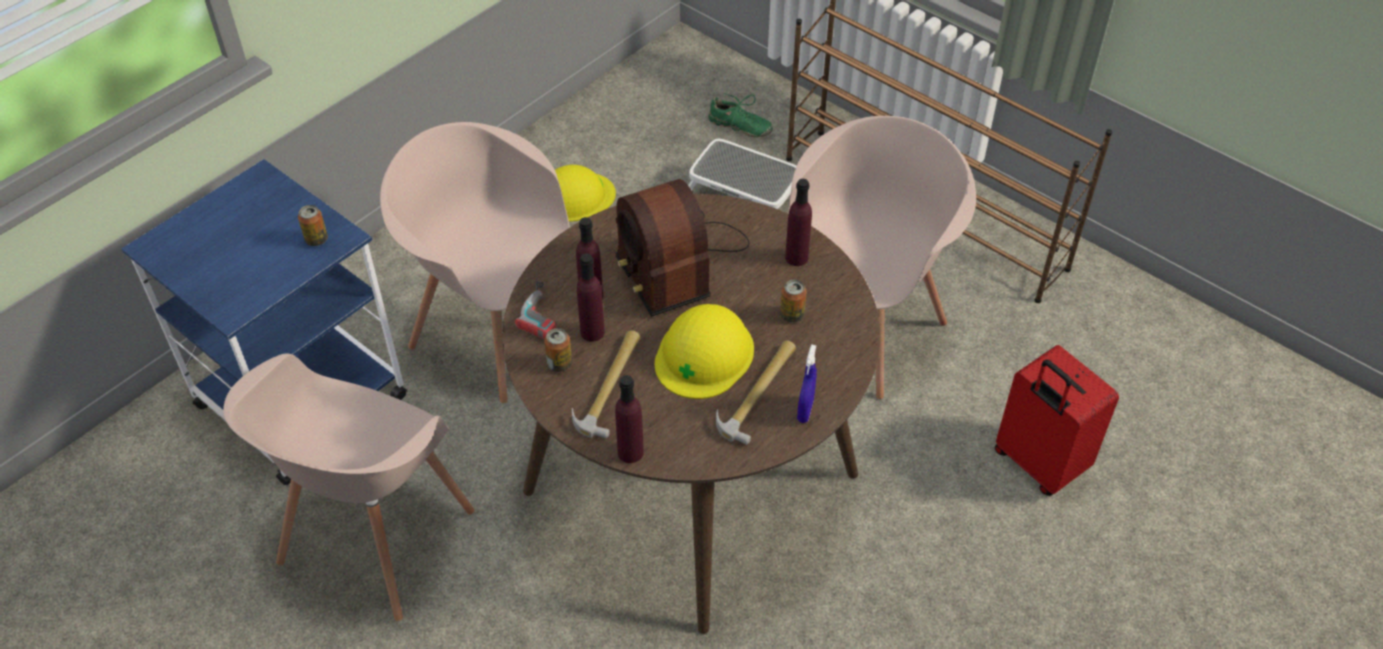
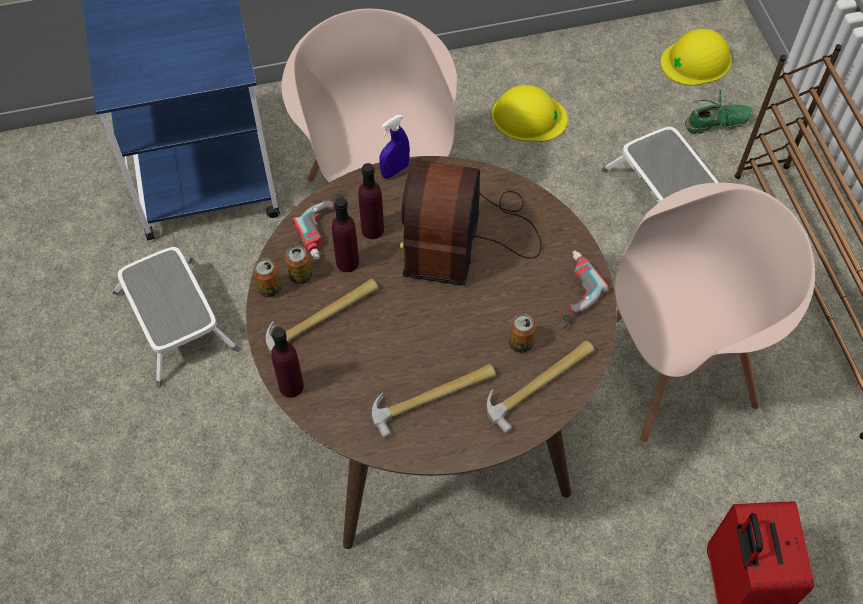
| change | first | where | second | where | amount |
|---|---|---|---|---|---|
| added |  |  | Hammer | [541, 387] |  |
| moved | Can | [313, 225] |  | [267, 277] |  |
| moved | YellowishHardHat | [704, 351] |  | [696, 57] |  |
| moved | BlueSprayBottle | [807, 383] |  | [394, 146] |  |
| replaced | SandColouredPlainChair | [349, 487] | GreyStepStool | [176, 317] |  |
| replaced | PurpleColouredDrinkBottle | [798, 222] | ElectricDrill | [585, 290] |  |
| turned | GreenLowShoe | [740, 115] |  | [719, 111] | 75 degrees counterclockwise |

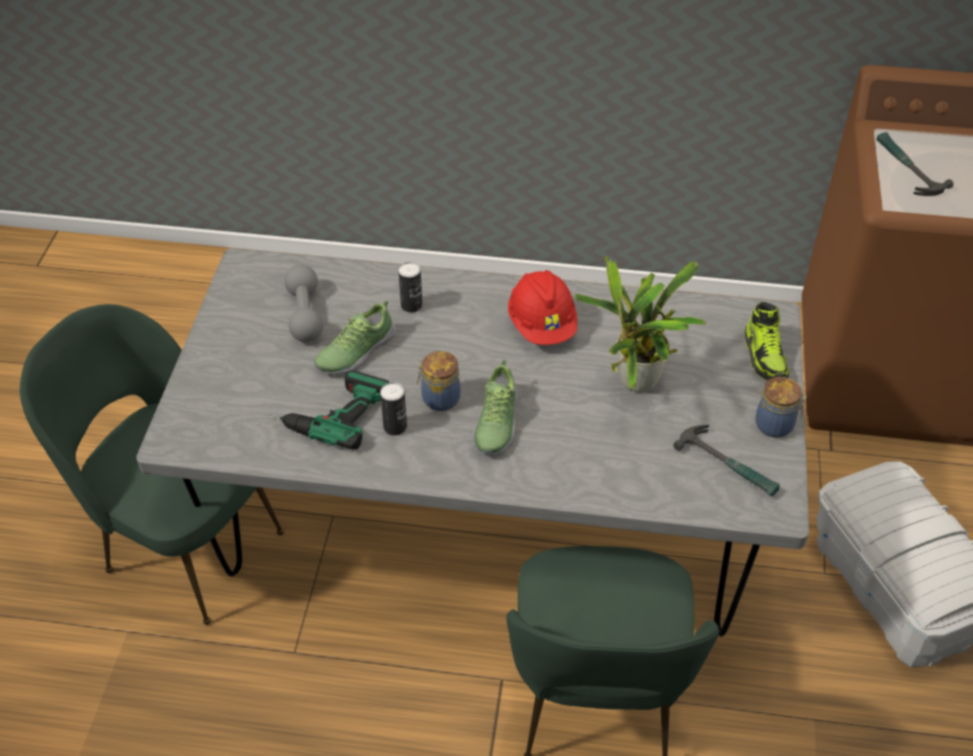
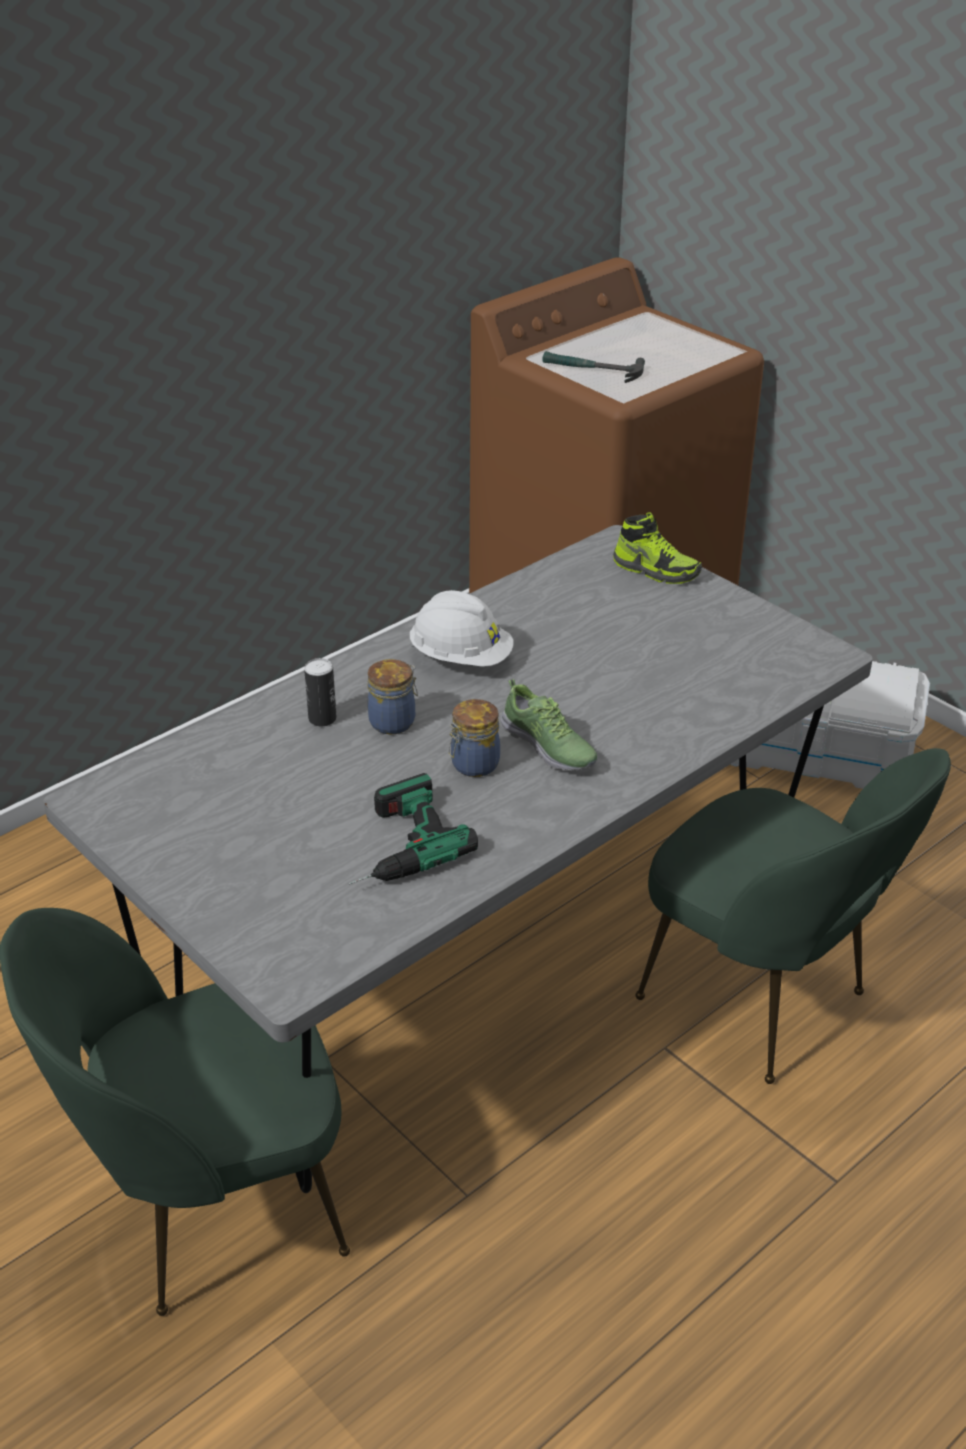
| change | first | where | second | where | amount |
|---|---|---|---|---|---|
| removed | GreyHandWeight | [303, 303] |  |  |  |
| removed | LowShoe | [355, 337] |  |  |  |
| removed | Can | [393, 409] |  |  |  |
| removed | Houseplant | [640, 324] |  |  |  |
| removed | Hammer | [726, 460] |  |  |  |
| moved | Jar | [781, 407] |  | [393, 696] |  |
| recoloured | ReddishHardHat | [542, 307] | WhiteColouredHardHat | [461, 628] |  |

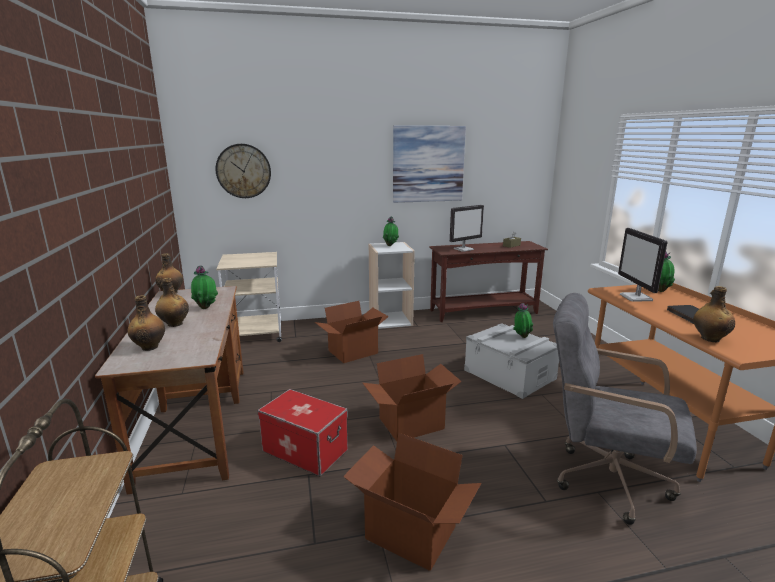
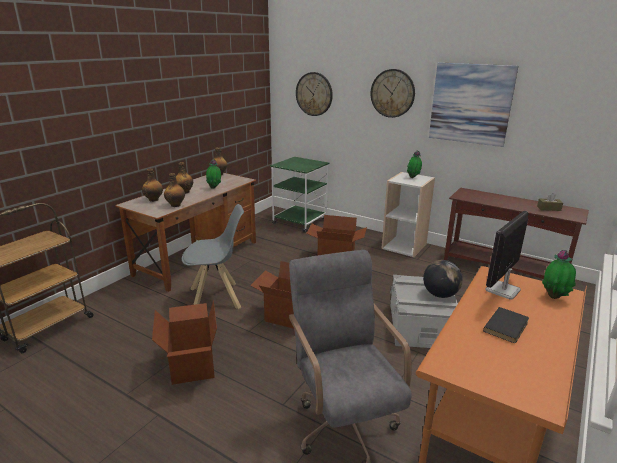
| change | first | where | second | where | amount |
|---|---|---|---|---|---|
| removed | Monitor | [467, 228] |  |  |  |
| added |  |  | WallClock | [392, 93] |  |
| moved | DrinkBottle | [714, 314] |  | [174, 190] |  |
| replaced | StorageContainer | [302, 432] | GreyPlainChair | [213, 256] |  |
| replaced | Houseplant | [523, 320] | Globe | [443, 279] |  |
| recoloured | SandColouredCart | [249, 297] | GreenCart | [299, 195] |  |

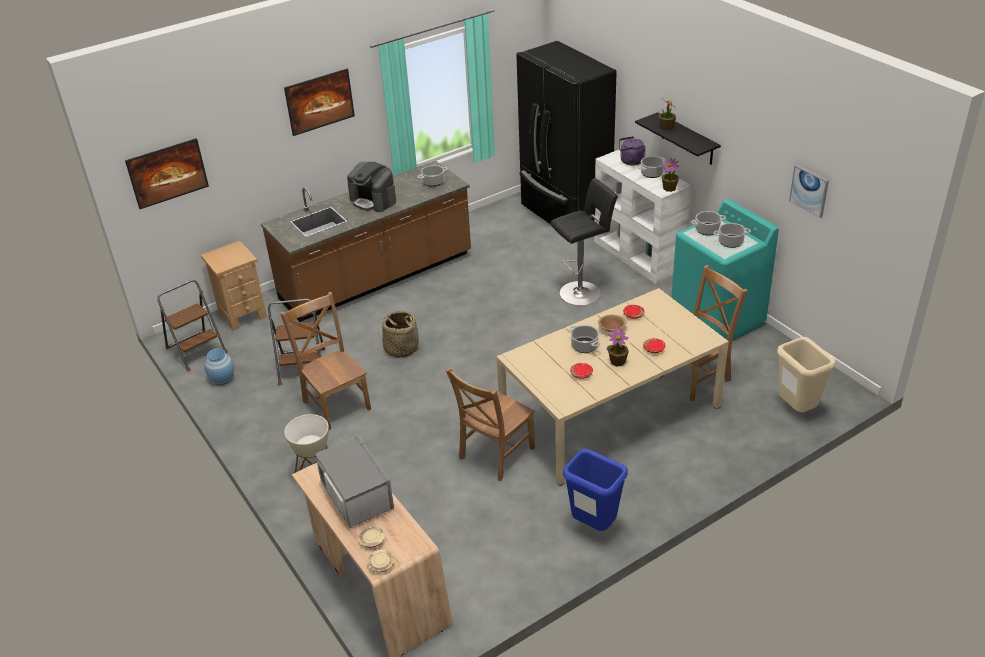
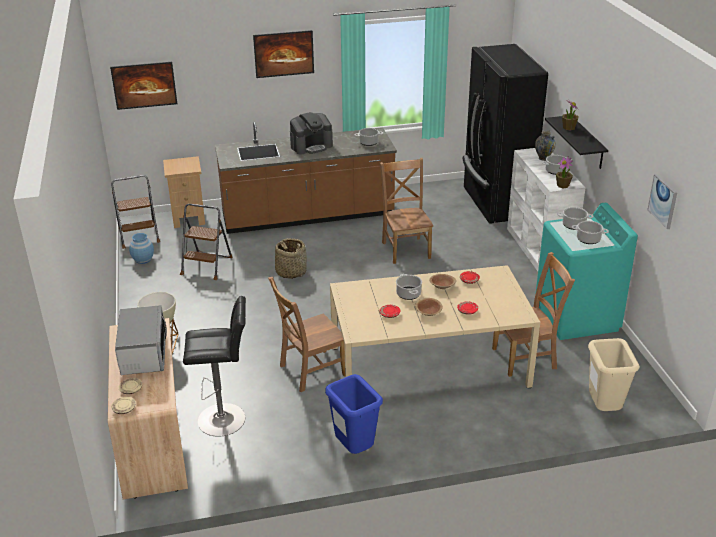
| change | first | where | second | where | amount |
|---|---|---|---|---|---|
| moved | BrownPlainChair | [325, 361] |  | [406, 211] |  |
| moved | BlackishStoolSeat | [584, 242] |  | [214, 366] |  |
| replaced | Houseplant | [618, 347] | BrownDeepDish | [429, 307] |  |
| replaced | PurpleColouredKettle | [632, 151] | FlowerVase | [545, 145] |  |
| turned | CoffeeMachine | [371, 187] |  | [311, 133] | 90 degrees counterclockwise |

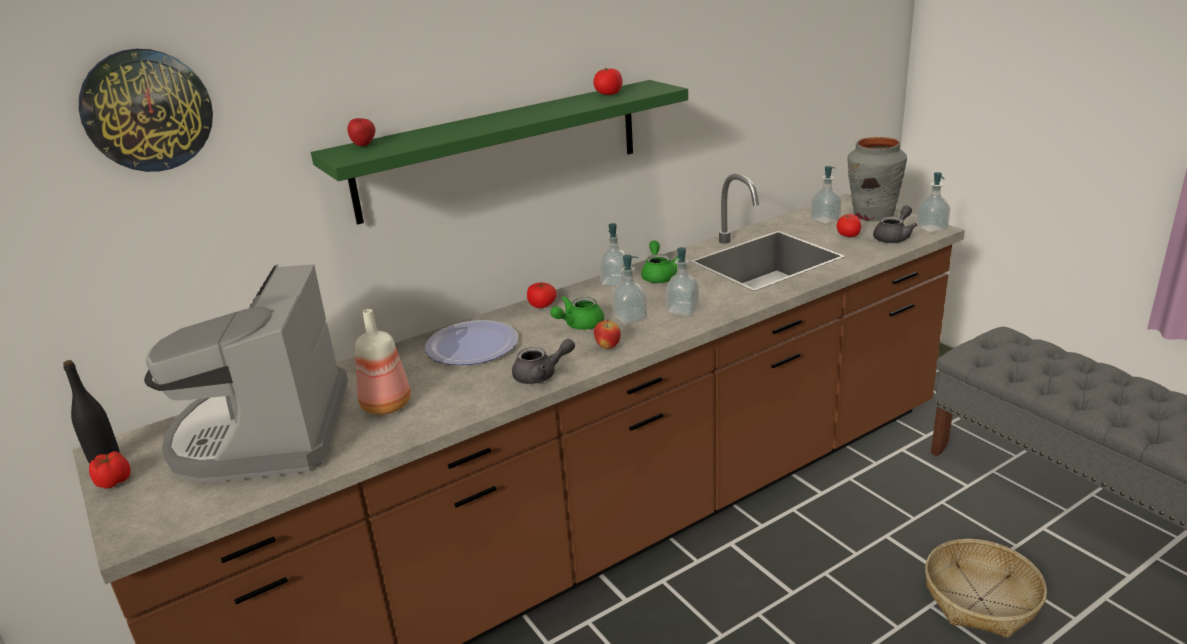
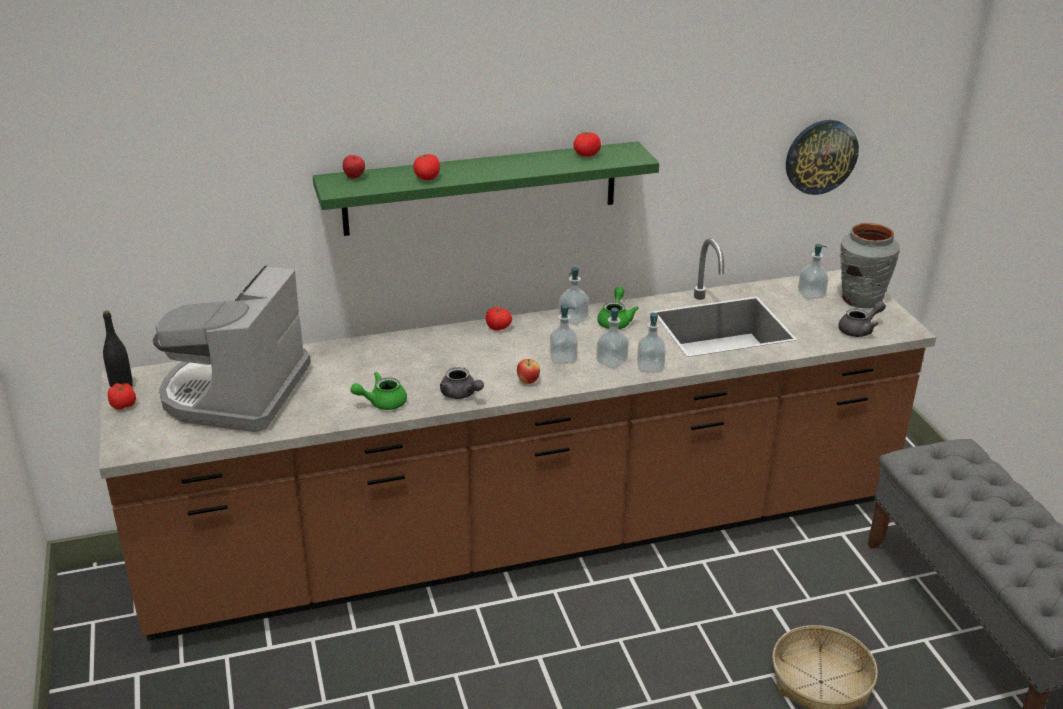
| change | first | where | second | where | amount |
|---|---|---|---|---|---|
| removed | DrinkBottle | [383, 362] |  |  |  |
| removed | Plate | [471, 342] |  |  |  |
| moved | WallClock | [146, 110] |  | [822, 157] |  |
| moved | GreenTeaPot | [577, 313] |  | [378, 391] |  |
| moved | Tomato | [849, 225] |  | [426, 167] |  |
| moved | LiquidSoapBottle | [933, 202] |  | [651, 342] |  |
| turned | GreyTeaPot | [543, 361] |  | [462, 383] | 45 degrees clockwise |

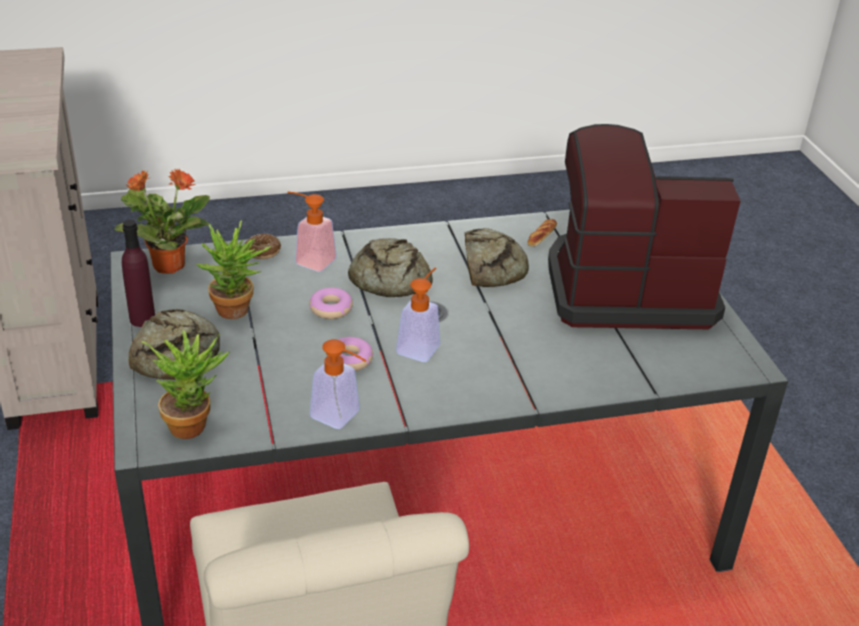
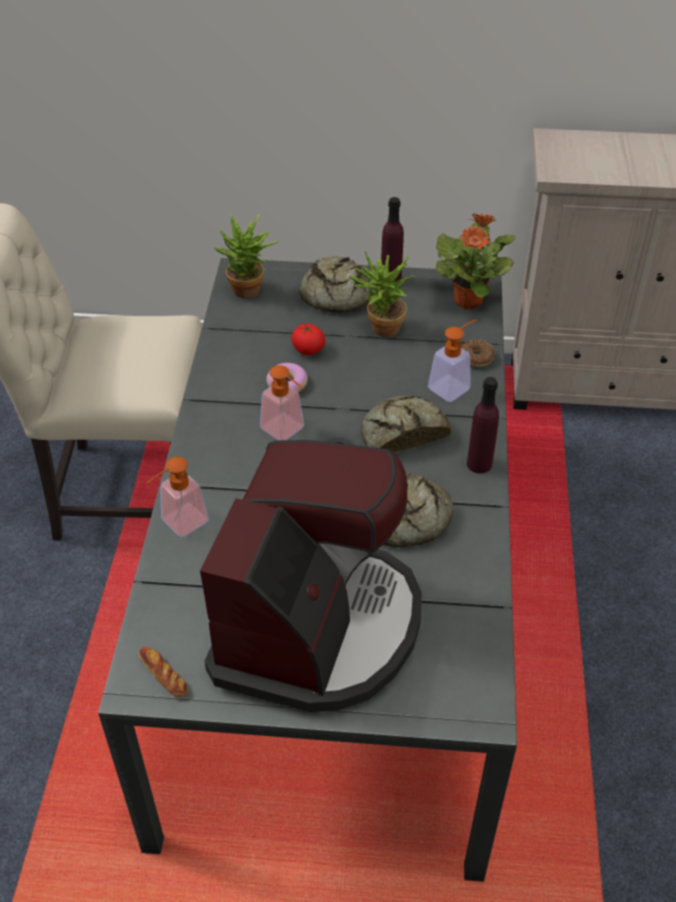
| change | first | where | second | where | amount |
|---|---|---|---|---|---|
| removed | RingDoughnut | [331, 303] |  |  |  |
| added |  |  | Tomato | [308, 339] |  |
| added |  |  | PurpleColouredDrinkBottle | [483, 425] |  |
| moved | LiquidSoapBottle | [338, 384] |  | [177, 497] |  |
| moved | BakedBread | [542, 233] |  | [163, 672] |  |

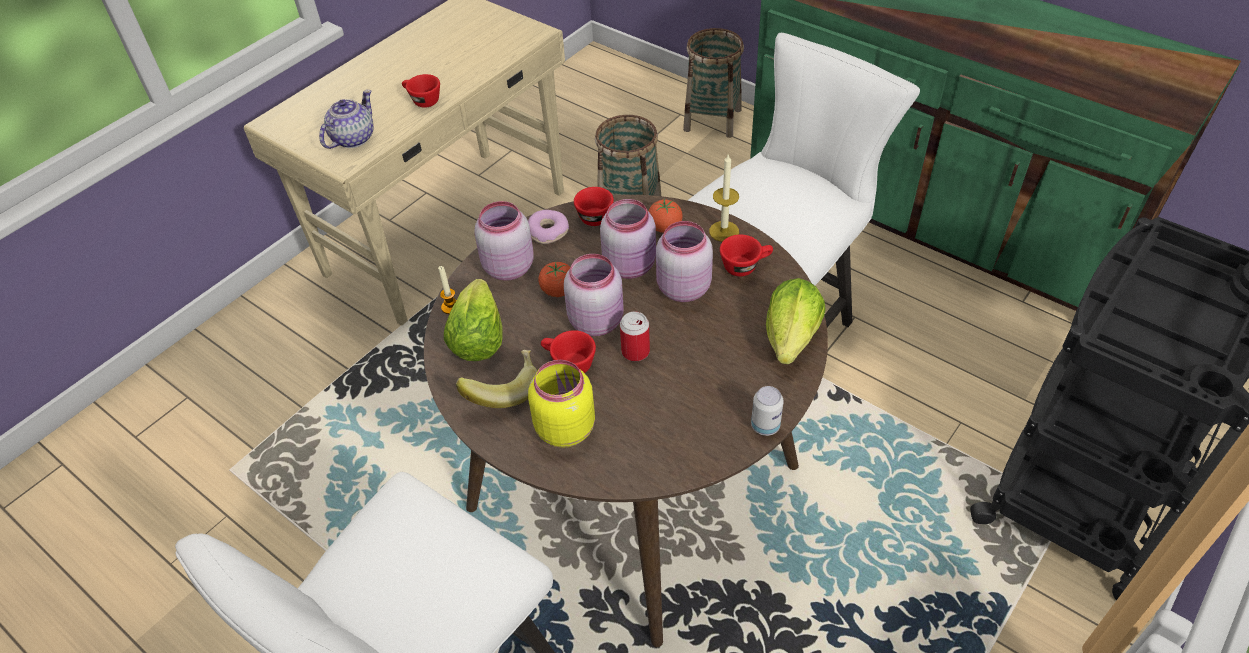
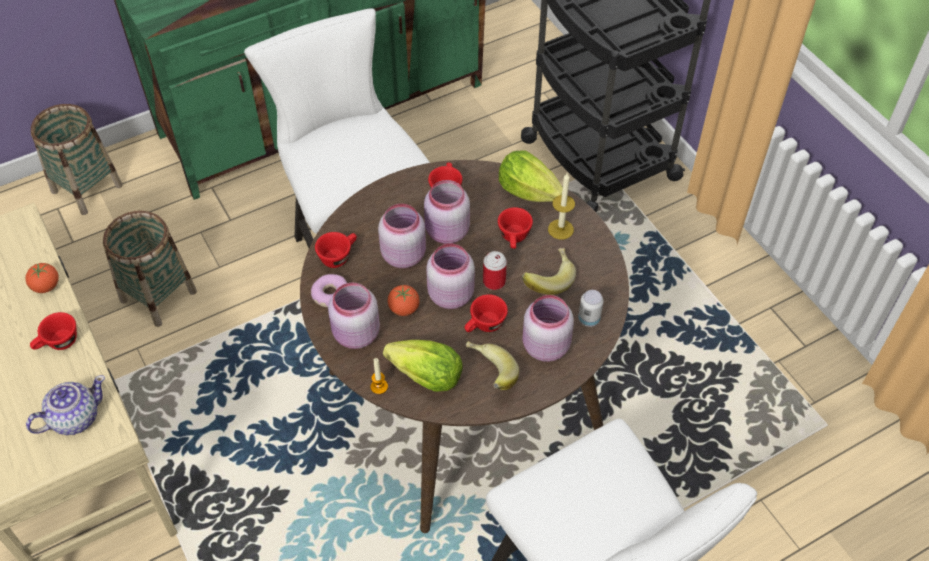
| change | first | where | second | where | amount |
|---|---|---|---|---|---|
| added |  |  | ReddishCup | [515, 228] |  |
| added |  |  | BananaFruit | [549, 271] |  |
| moved | Tomato | [666, 216] |  | [42, 278] |  |
| moved | WaxLight | [724, 198] |  | [561, 206] |  |
| moved | Can | [767, 411] |  | [590, 308] |  |
| recoloured | YellowishJar | [561, 404] | PinkishJar | [548, 328] |  |
| turned | TeaPot | [346, 119] |  | [65, 405] | 90 degrees clockwise |

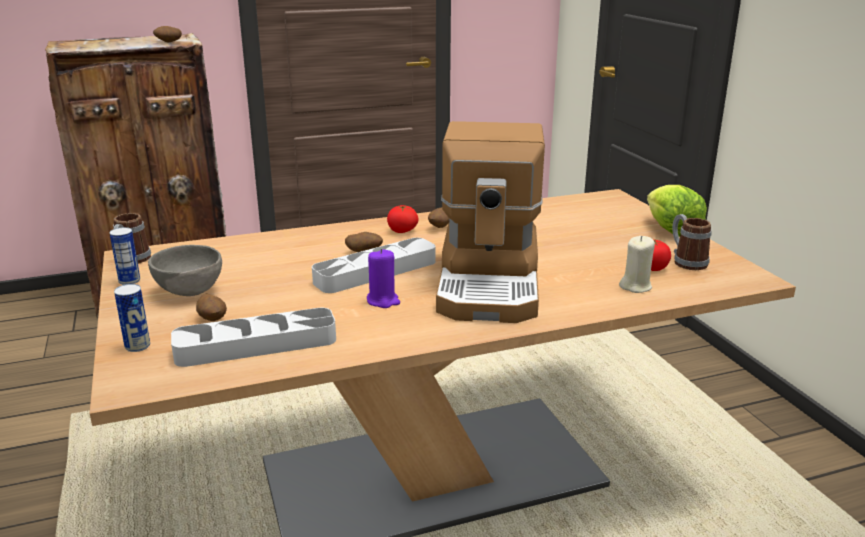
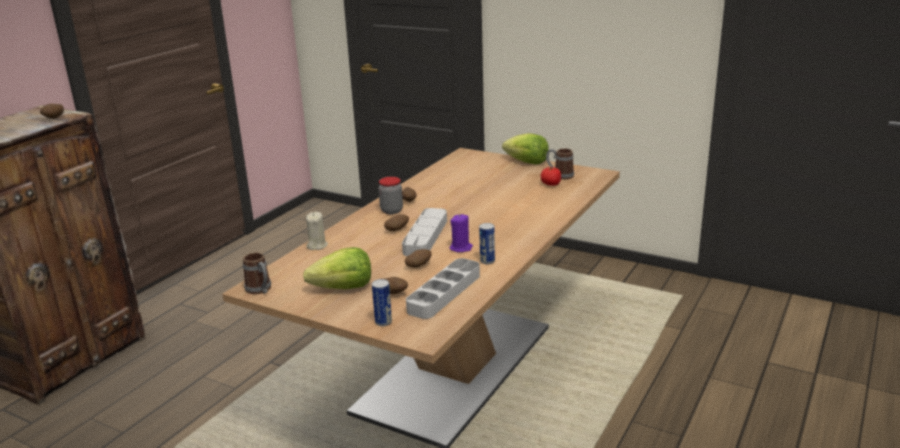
| change | first | where | second | where | amount |
|---|---|---|---|---|---|
| removed | CoffeeMachine | [490, 222] |  |  |  |
| added |  |  | Potato | [418, 258] |  |
| moved | Can | [124, 256] |  | [487, 243] |  |
| moved | SandColouredWaxLight | [637, 264] |  | [317, 231] |  |
| replaced | GreyDeepDish | [185, 270] | LettuceHead | [337, 268] |  |
| replaced | Tomato | [403, 219] | Jar | [391, 195] |  |

